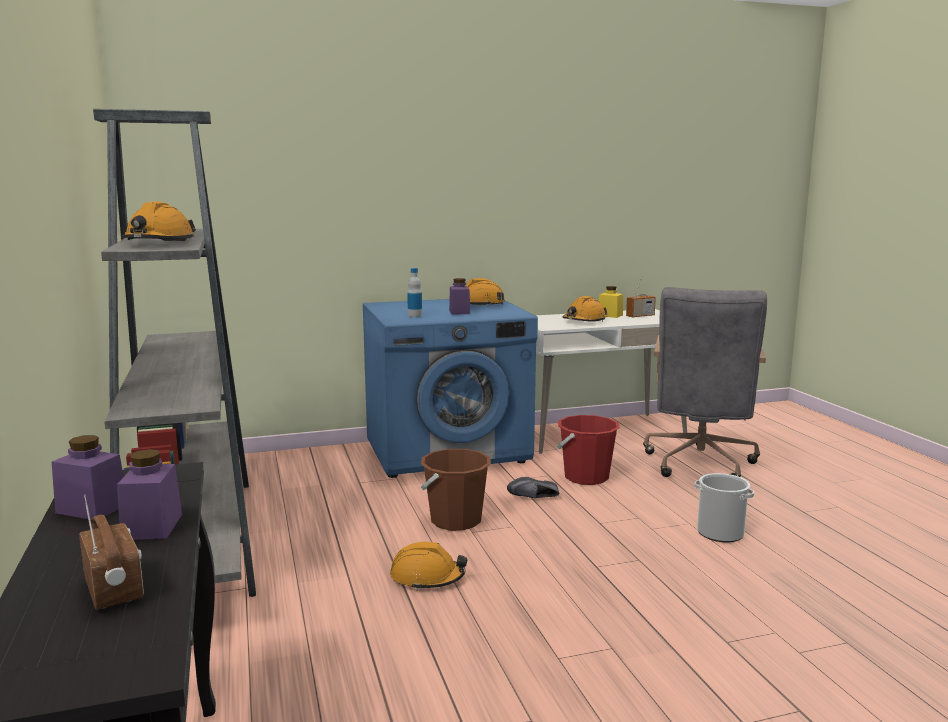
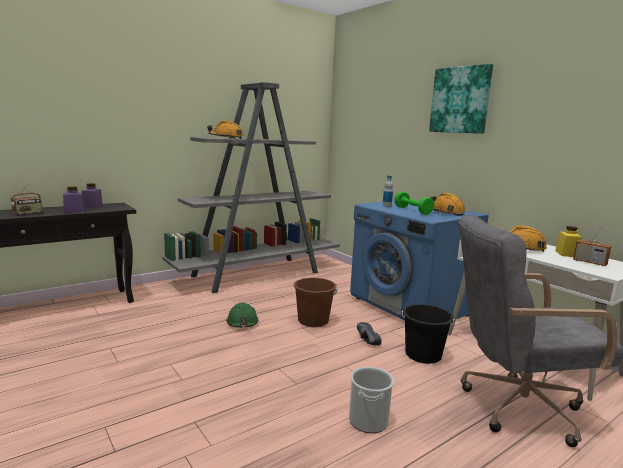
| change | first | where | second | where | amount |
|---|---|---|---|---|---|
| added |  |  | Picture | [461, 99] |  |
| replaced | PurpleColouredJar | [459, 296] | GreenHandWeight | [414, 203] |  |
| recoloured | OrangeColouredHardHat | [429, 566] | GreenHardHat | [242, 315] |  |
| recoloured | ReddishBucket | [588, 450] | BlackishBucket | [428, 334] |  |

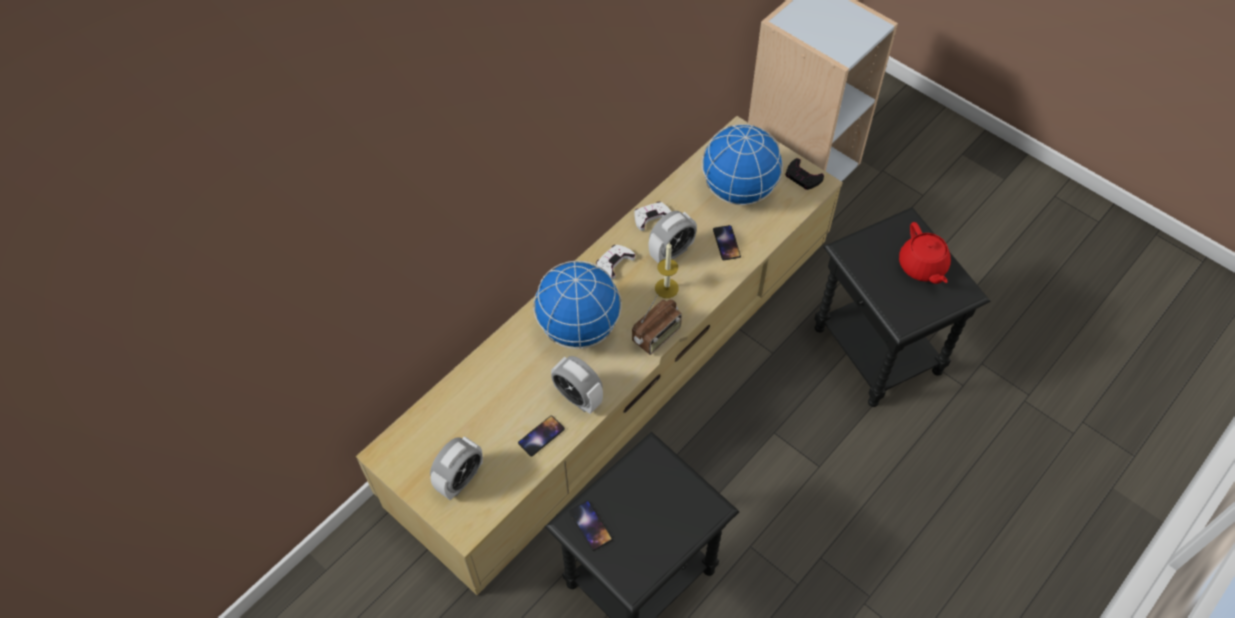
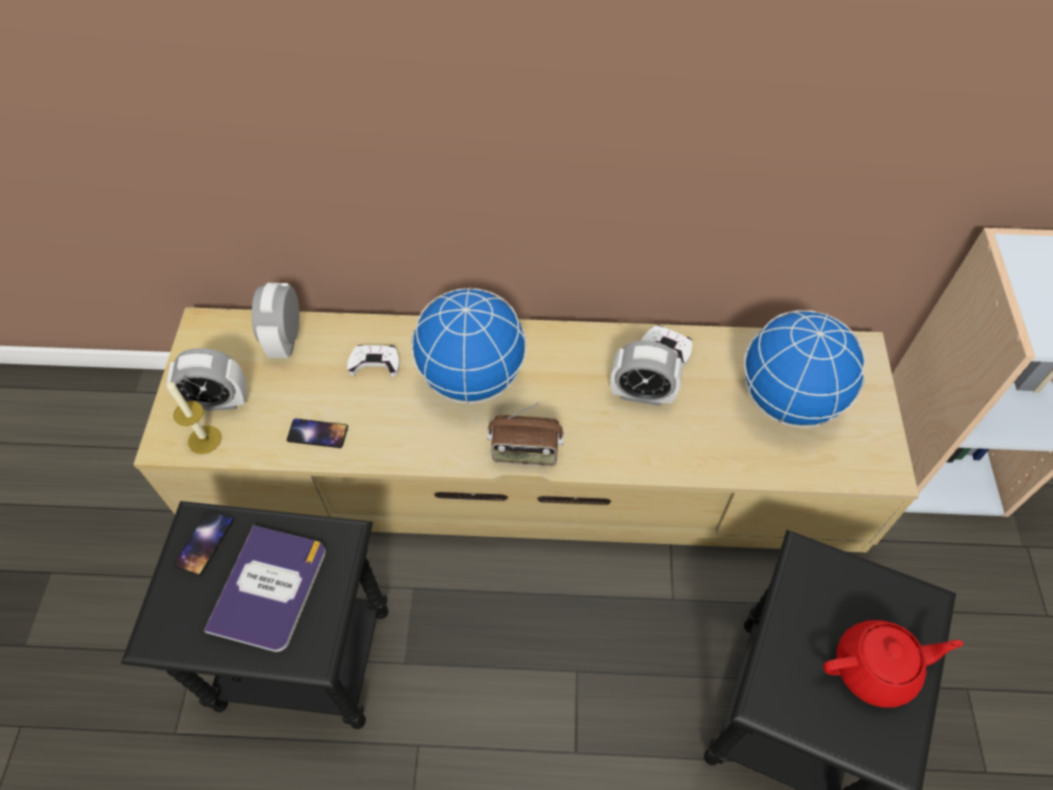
| change | first | where | second | where | amount |
|---|---|---|---|---|---|
| removed | Handset | [727, 242] |  |  |  |
| removed | BlackishGamepad | [804, 174] |  |  |  |
| added |  |  | Book | [265, 588] |  |
| moved | TableClock | [577, 385] |  | [275, 320] |  |
| moved | WhiteColouredGamepad | [615, 262] |  | [373, 361] |  |
| moved | WaxLight | [667, 270] |  | [194, 417] |  |
| turned | ReddishTeaPot | [925, 253] |  | [893, 664] | 135 degrees counterclockwise |

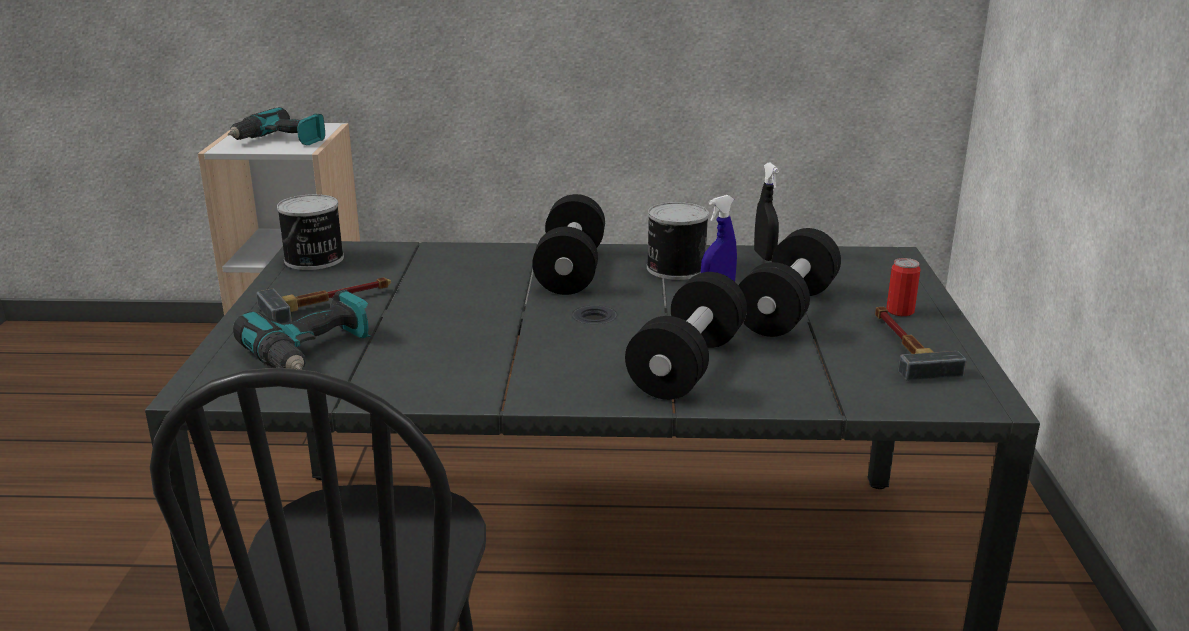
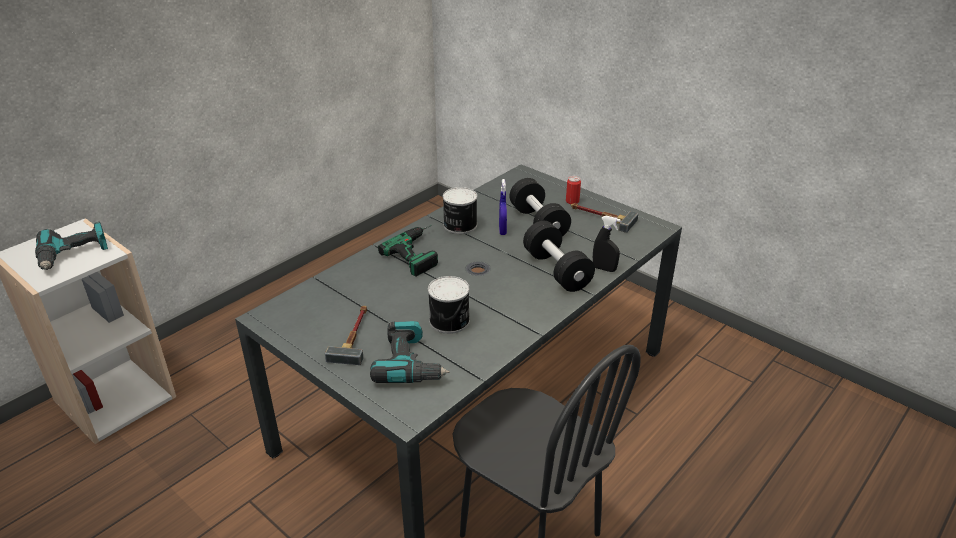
| change | first | where | second | where | amount |
|---|---|---|---|---|---|
| moved | Can | [310, 232] |  | [449, 305] |  |
| moved | BlackishSprayBottle | [766, 212] |  | [607, 244] |  |
| replaced | BlackishHandWeight | [568, 244] | ElectricDrill | [408, 251] |  |

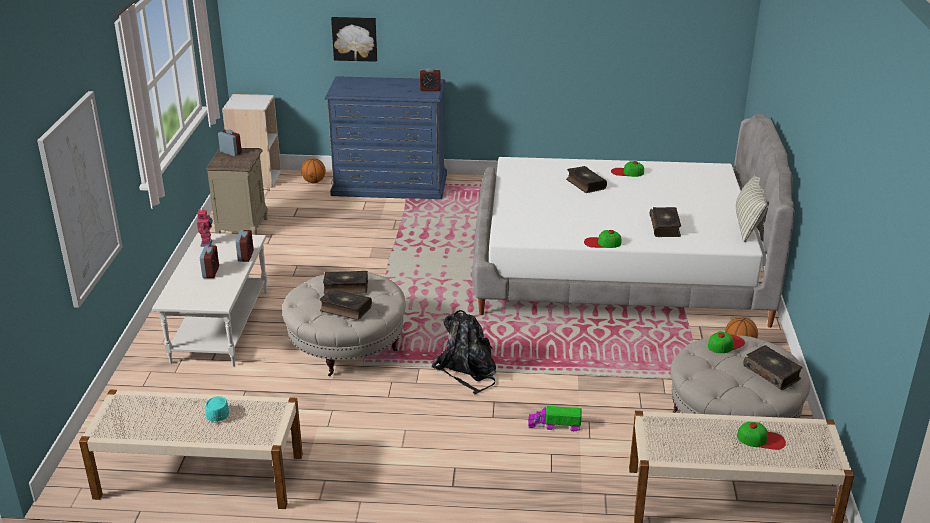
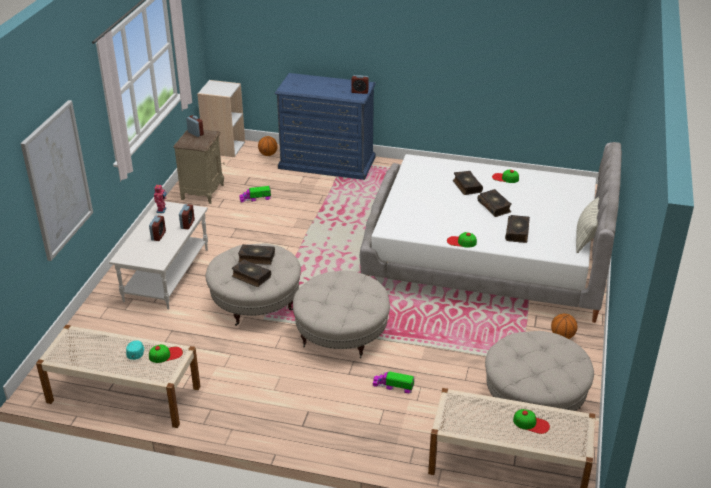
| change | first | where | second | where | amount |
|---|---|---|---|---|---|
| removed | Picture | [354, 39] |  |  |  |
| added |  |  | ToyTruck | [255, 194] |  |
| moved | Cap | [726, 342] |  | [166, 353] |  |
| moved | Book | [772, 367] |  | [494, 203] |  |
| replaced | BlackishRucksack | [464, 352] | SandColouredFootrest | [341, 314] |  |

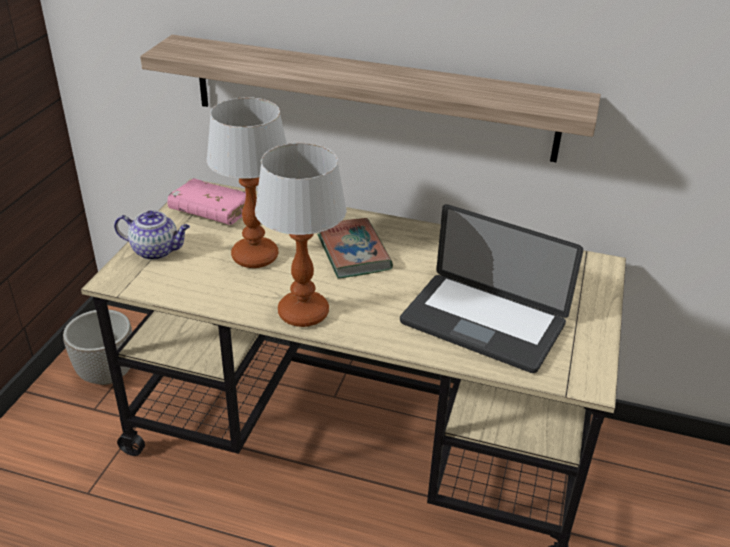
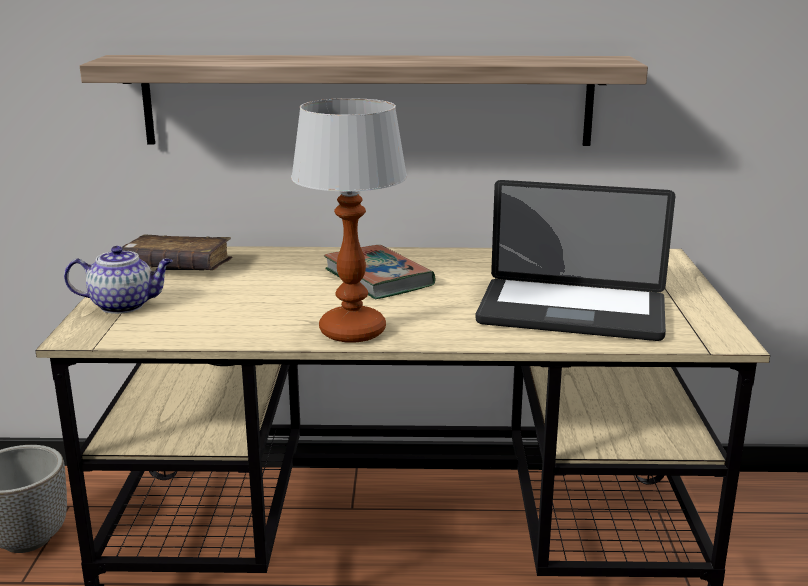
| change | first | where | second | where | amount |
|---|---|---|---|---|---|
| removed | LampForATable | [246, 183] |  |  |  |
| recoloured | PinkishBook | [207, 201] | BrownBook | [177, 252] |  |

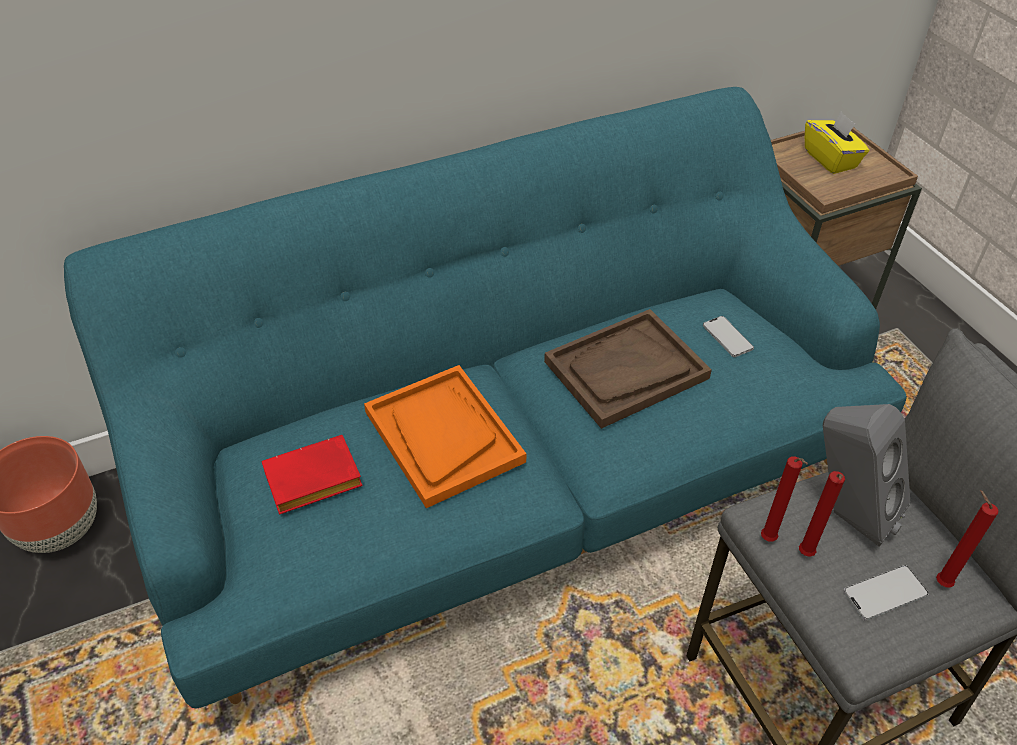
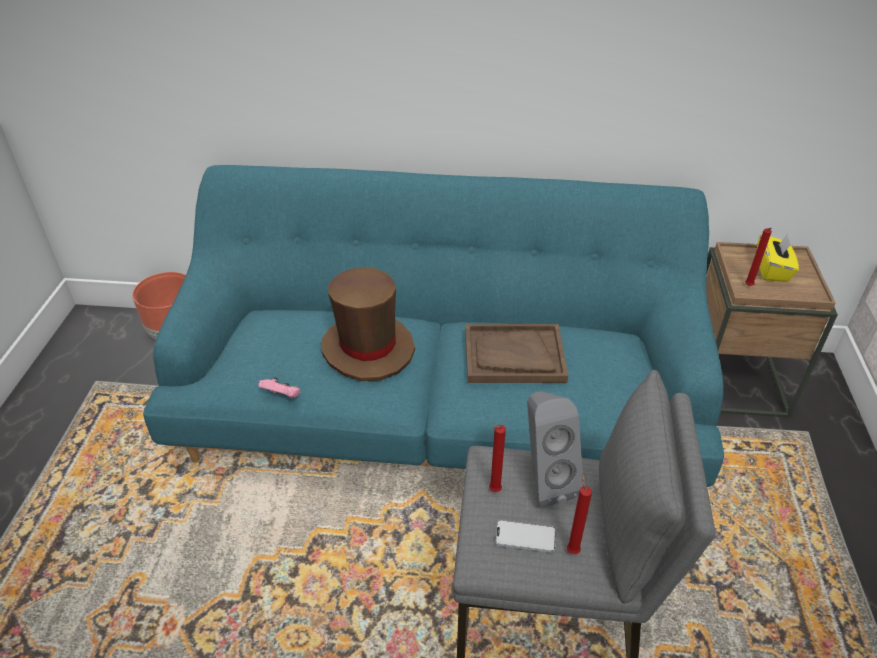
| change | first | where | second | where | amount |
|---|---|---|---|---|---|
| removed | ReddishBook | [312, 475] |  |  |  |
| removed | Handset | [728, 336] |  |  |  |
| added |  |  | PinkishGamepad | [279, 388] |  |
| moved | ReddishWaxLight | [784, 499] |  | [758, 257] |  |
| replaced | OrangeColouredTray | [445, 436] | BrownClothingHat | [368, 324] |  |

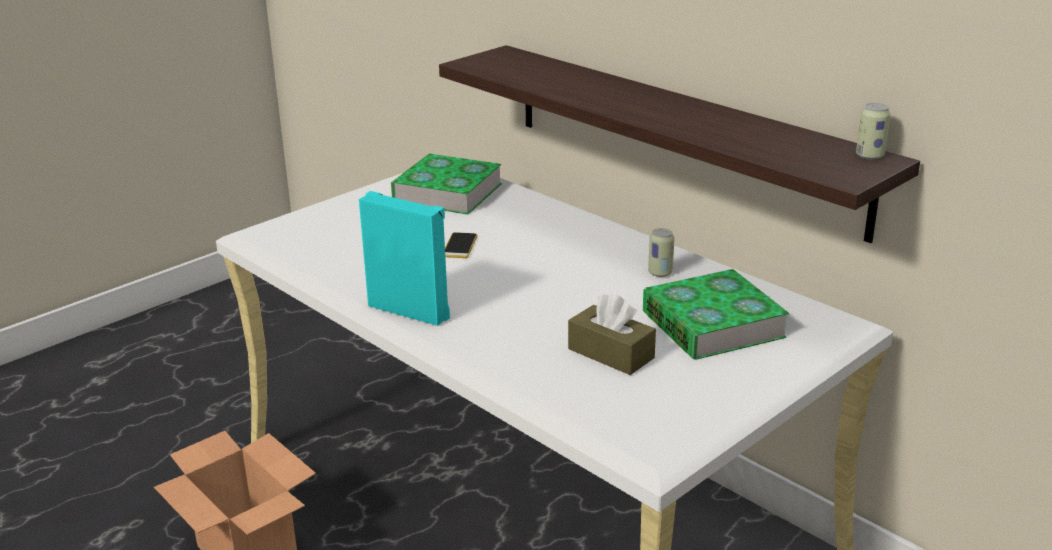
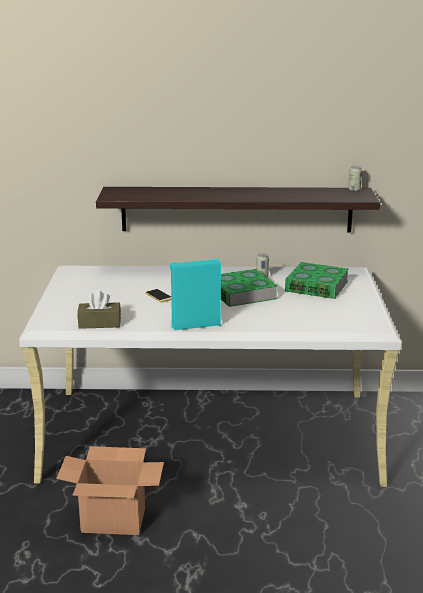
| change | first | where | second | where | amount |
|---|---|---|---|---|---|
| moved | Book | [446, 184] |  | [249, 288] |  |
| moved | BrownTissueHolder | [612, 334] |  | [99, 309] |  |

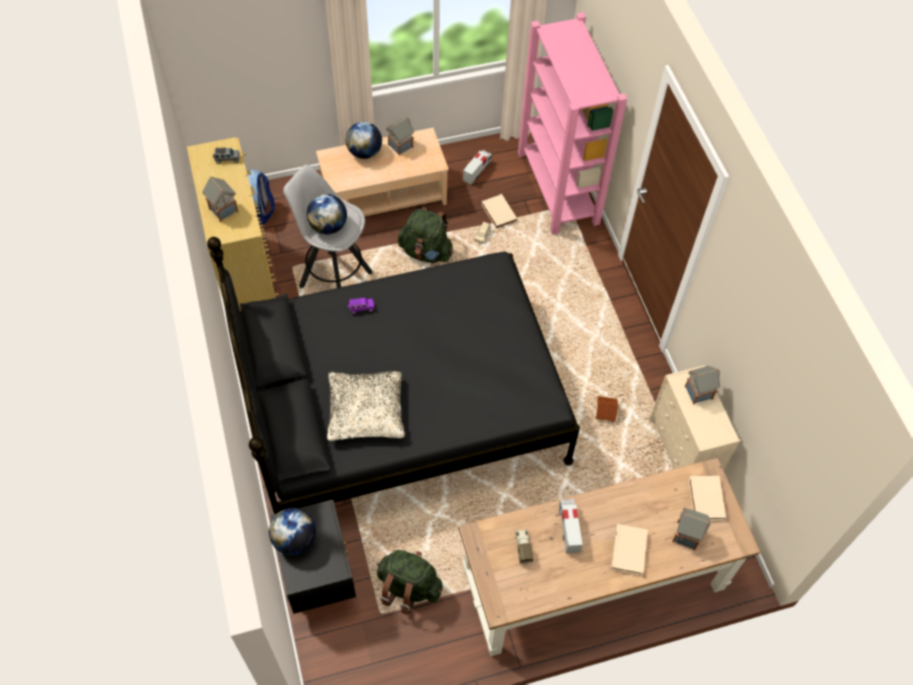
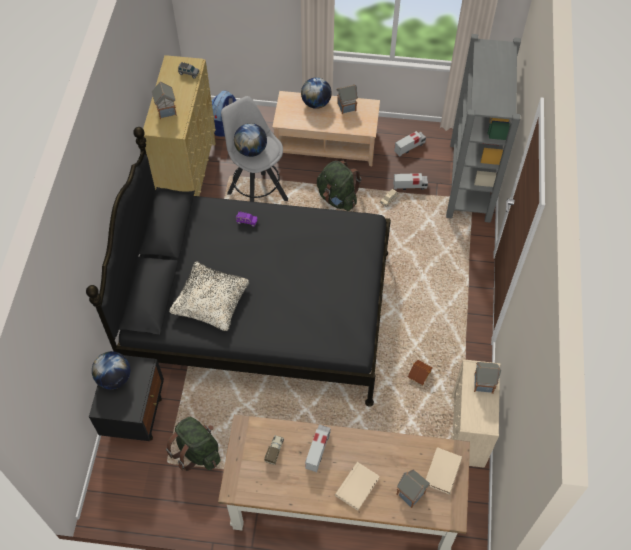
| change | first | where | second | where | amount |
|---|---|---|---|---|---|
| replaced | SandColouredBook | [499, 211] | ToyTruck | [410, 181] |  |
| recoloured | PinkishBookcase | [572, 123] | GreyBookcase | [483, 128] |  |

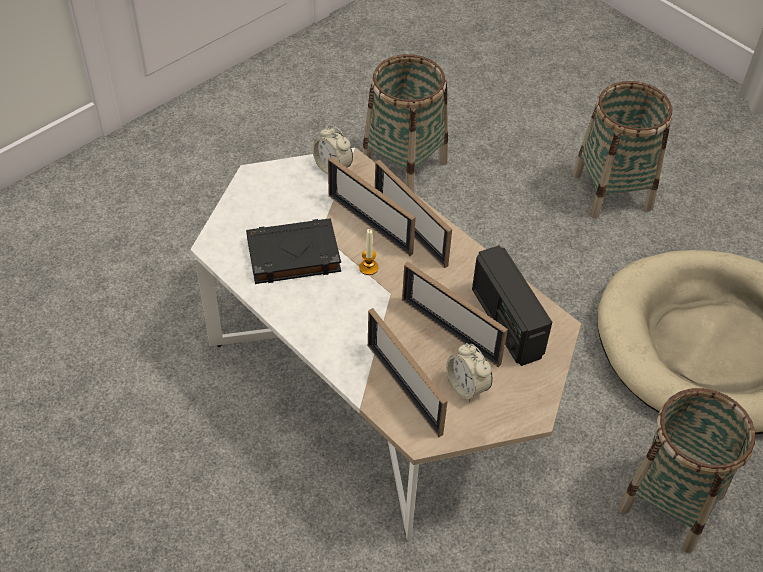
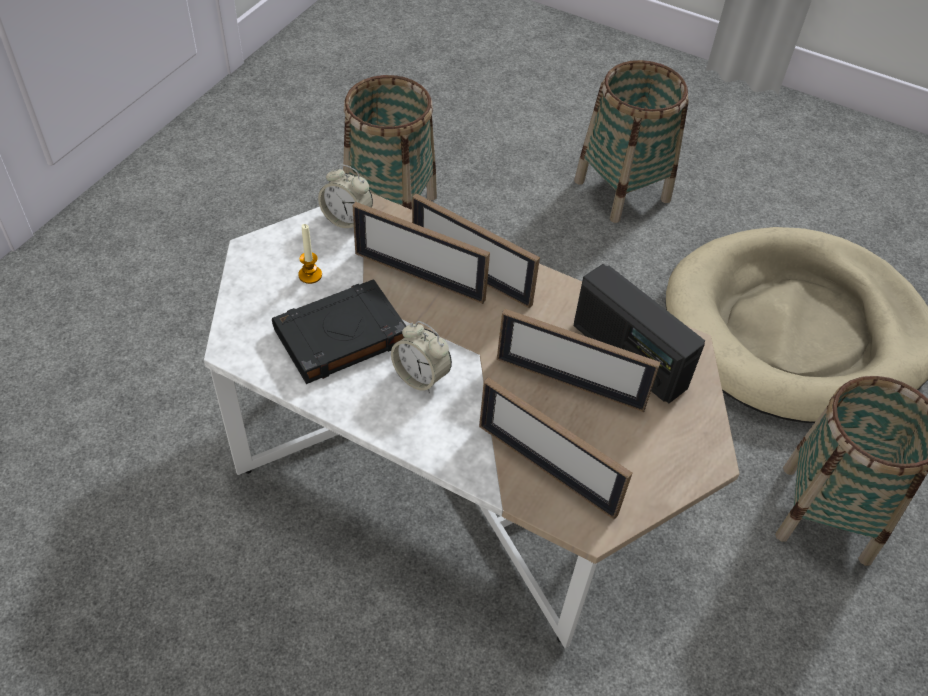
| change | first | where | second | where | amount |
|---|---|---|---|---|---|
| moved | WaxLight | [368, 252] |  | [310, 254] |  |
| moved | TableClock | [469, 372] |  | [421, 357] |  |

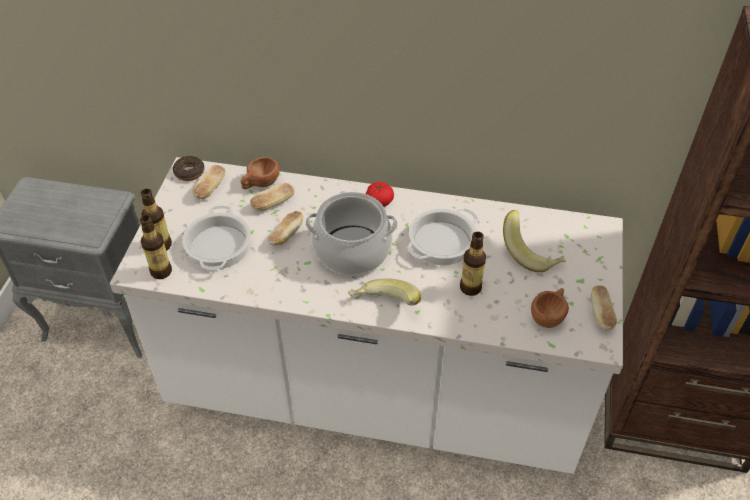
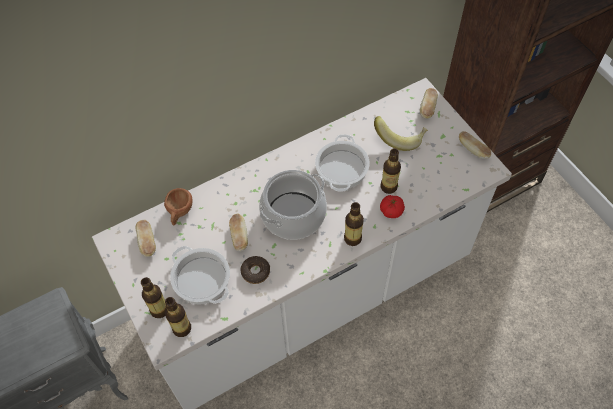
| change | first | where | second | where | amount |
|---|---|---|---|---|---|
| removed | BrownCup | [550, 308] |  |  |  |
| moved | RingDoughnut | [188, 168] |  | [255, 270] |  |
| moved | BakedBread | [272, 197] |  | [429, 103] |  |
| moved | Tomato | [380, 194] |  | [392, 206] |  |
| replaced | BananaFruit | [384, 292] | DrinkBottle | [354, 224] |  |

